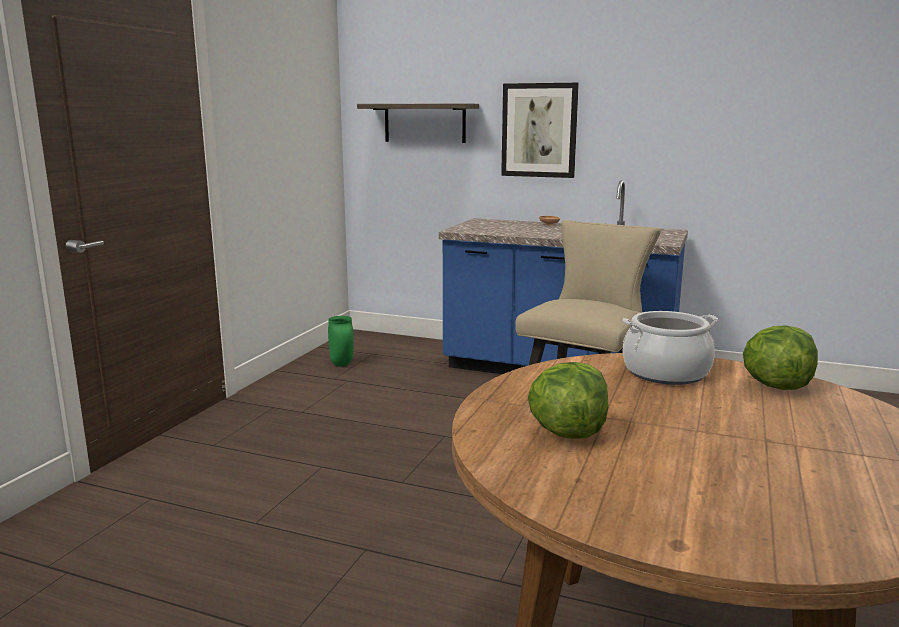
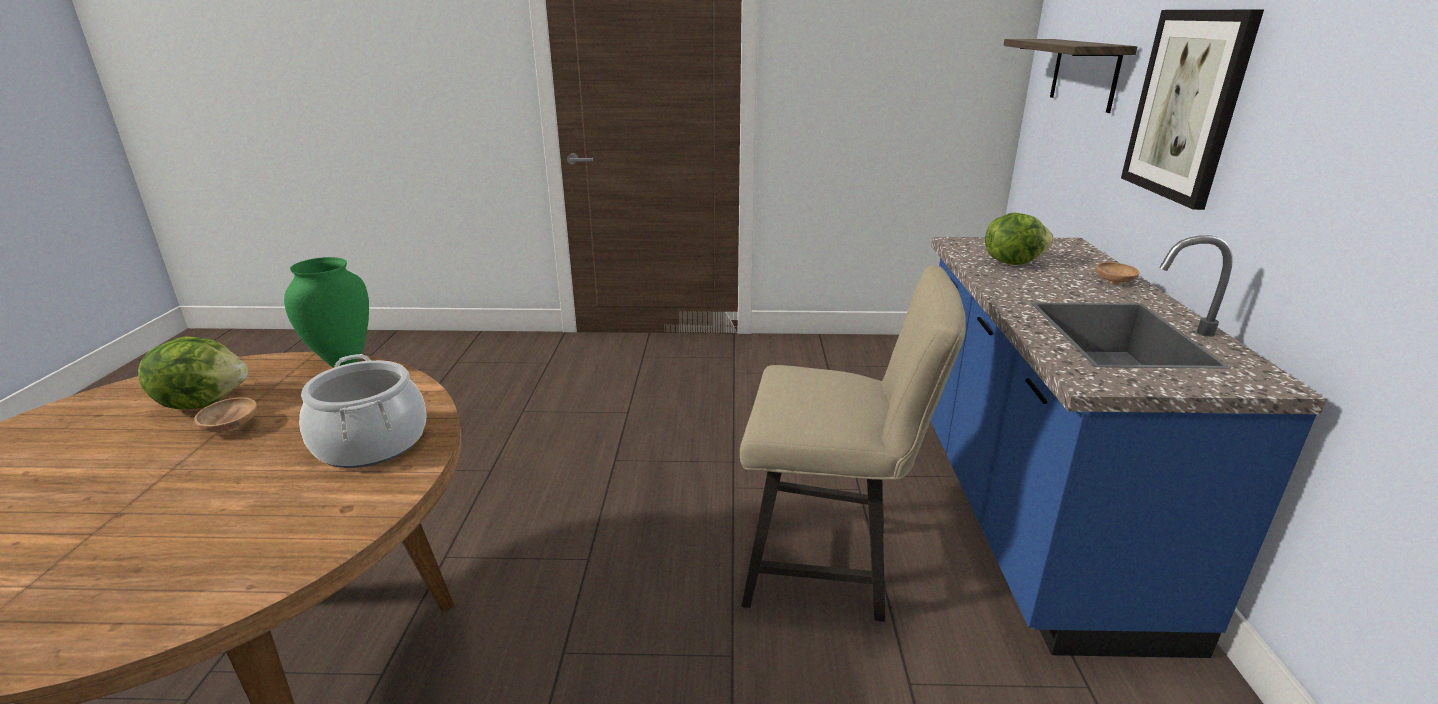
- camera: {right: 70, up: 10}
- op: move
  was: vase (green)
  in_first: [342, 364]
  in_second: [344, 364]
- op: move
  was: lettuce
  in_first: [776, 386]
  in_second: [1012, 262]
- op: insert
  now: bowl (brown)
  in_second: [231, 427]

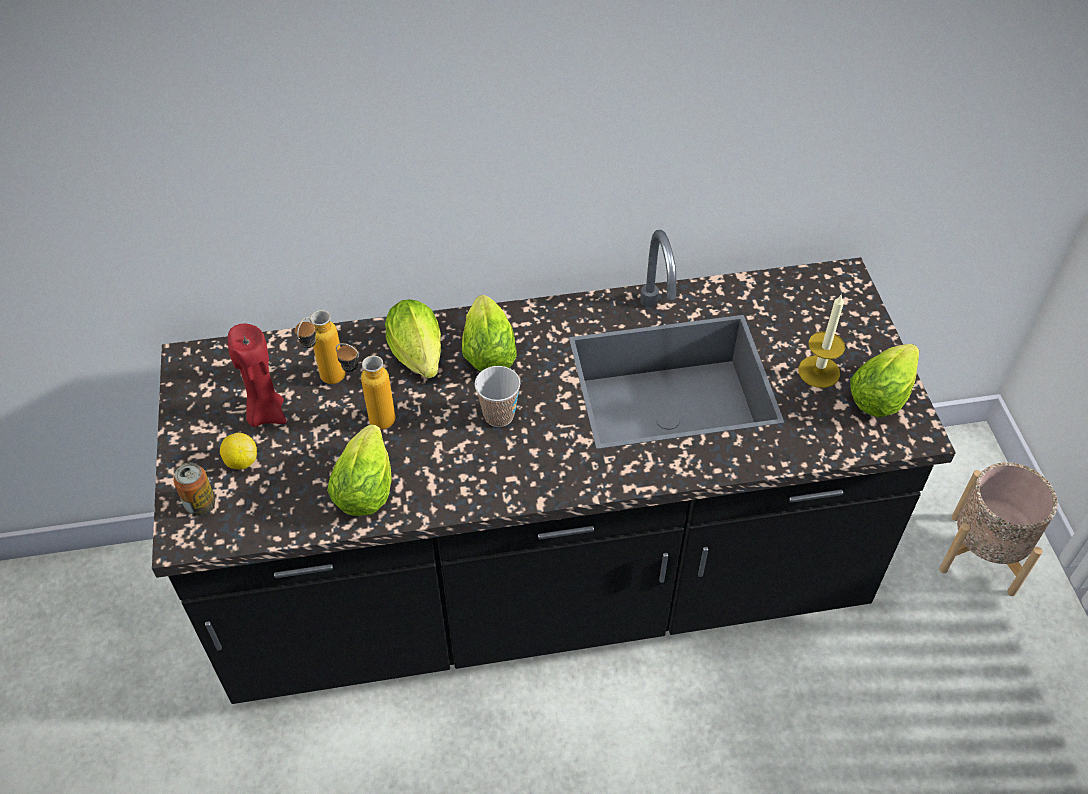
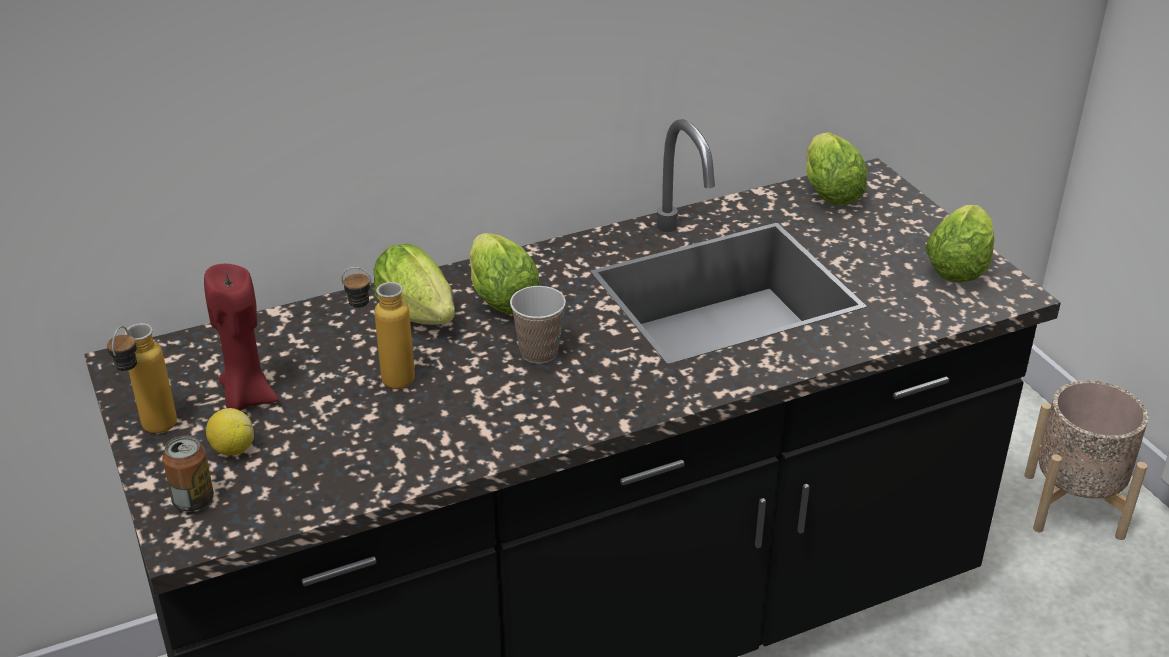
- camera: {right: -15, up: -15}
- op: delete
  was: candle
  in_first: [819, 371]
- op: move
  was: bottle
  in_first: [327, 383]
  in_second: [153, 433]
- op: move
  was: lettuce
  in_first: [366, 484]
  in_second: [828, 190]

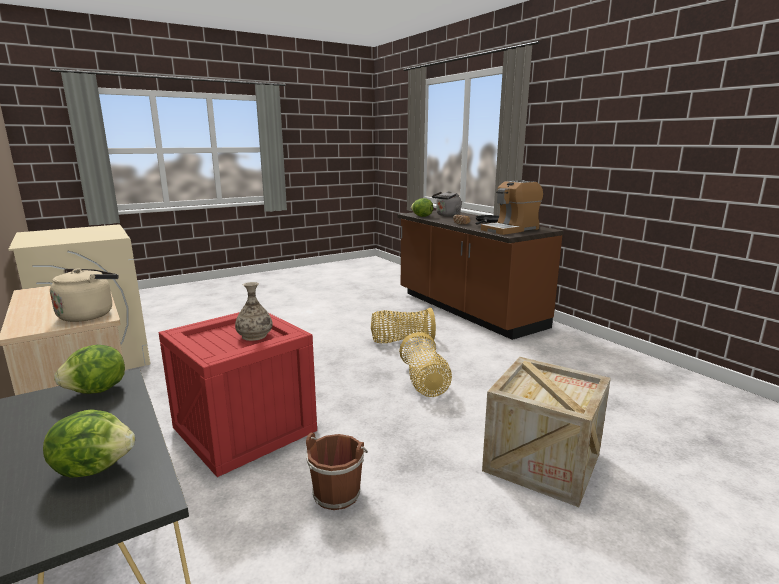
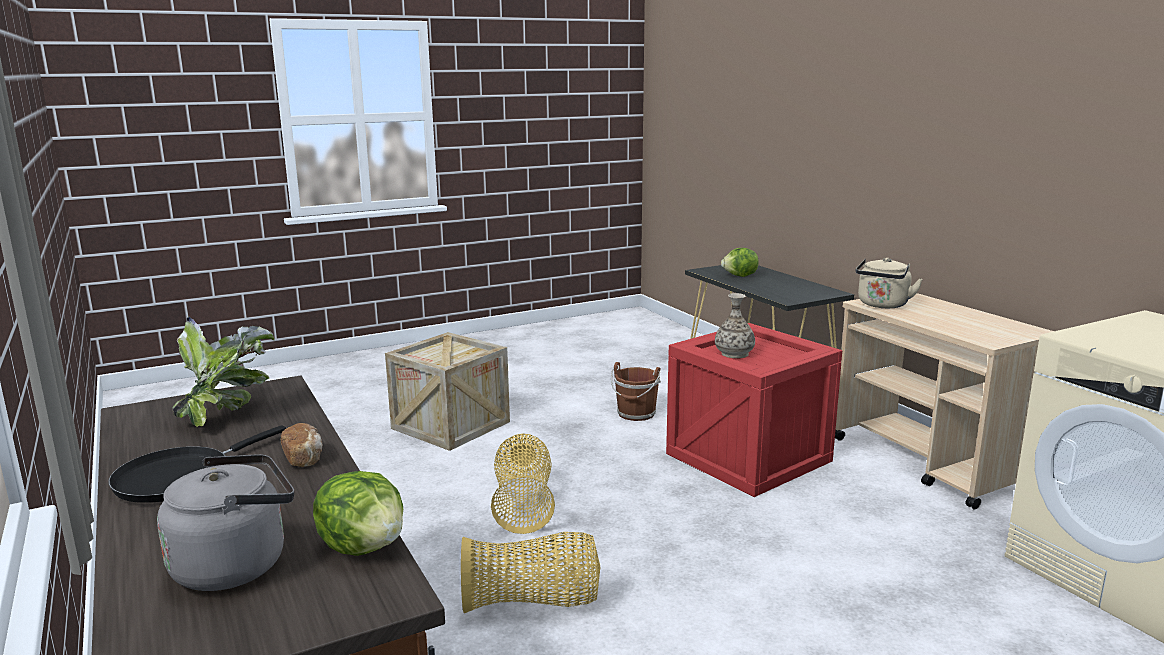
- camera: {right: -175, up: 0}
- op: replace
  was: coffee machine
  now: potted plant
  in_first: [511, 229]
  in_second: [227, 412]
- op: delete
  was: lettuce
  in_first: [97, 391]

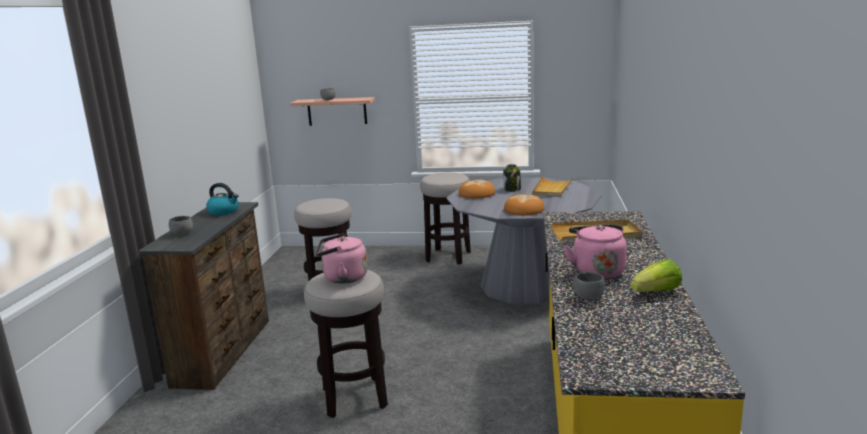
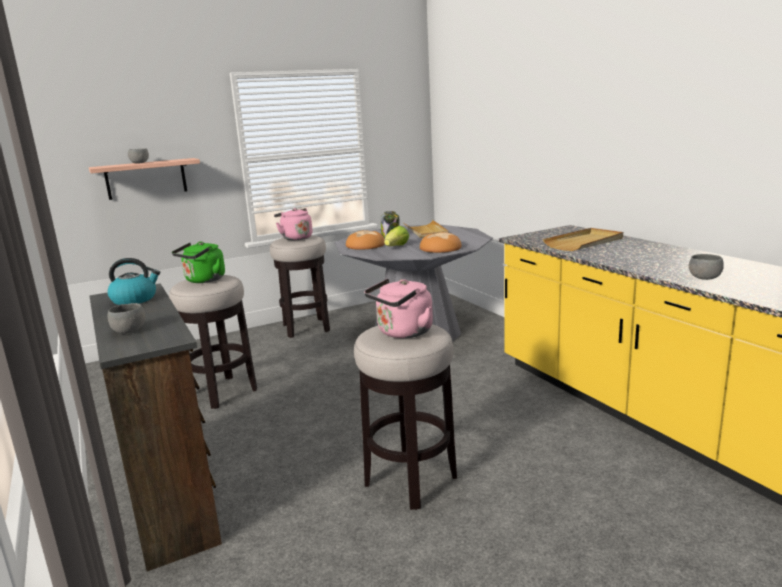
- camera: {right: -35, up: 0}
- op: move
  was: kettle (pink)
  in_first: [597, 271]
  in_second: [295, 238]
- op: move
  was: lettuce
  in_first: [657, 292]
  in_second: [396, 247]
- op: insert
  now: kettle (green)
  in_second: [203, 280]

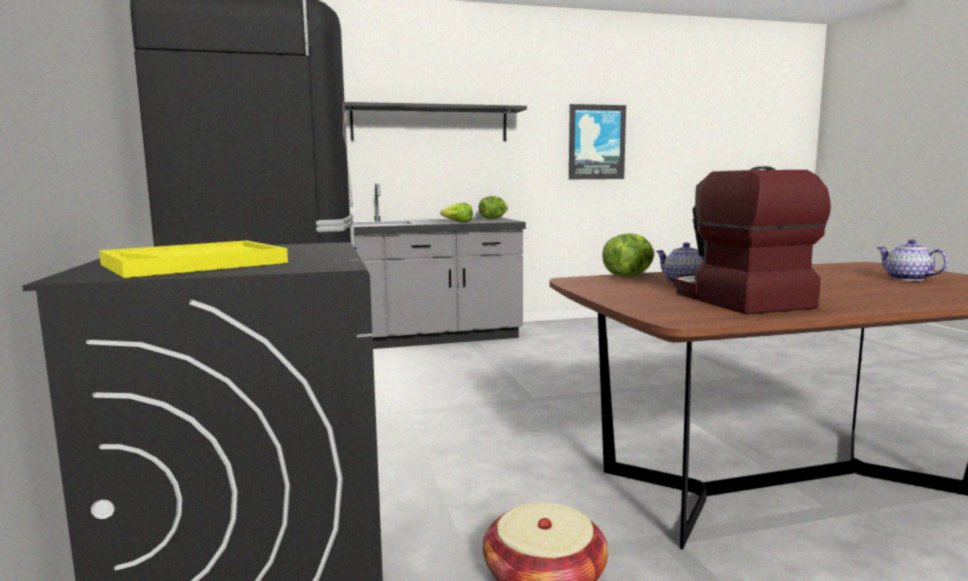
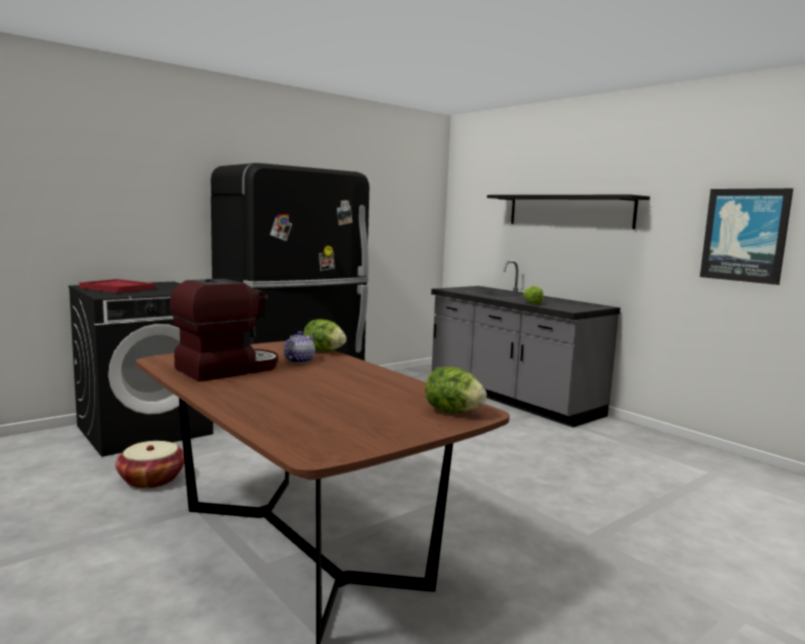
- camera: {right: 65, up: 0}
- op: move
  was: lettuce
  in_first: [493, 218]
  in_second: [453, 412]
- op: delete
  was: teapot
  in_first: [907, 279]
- op: recolor
  was: tray (yellow)
  now: tray (red)
  in_first: [195, 263]
  in_second: [118, 288]

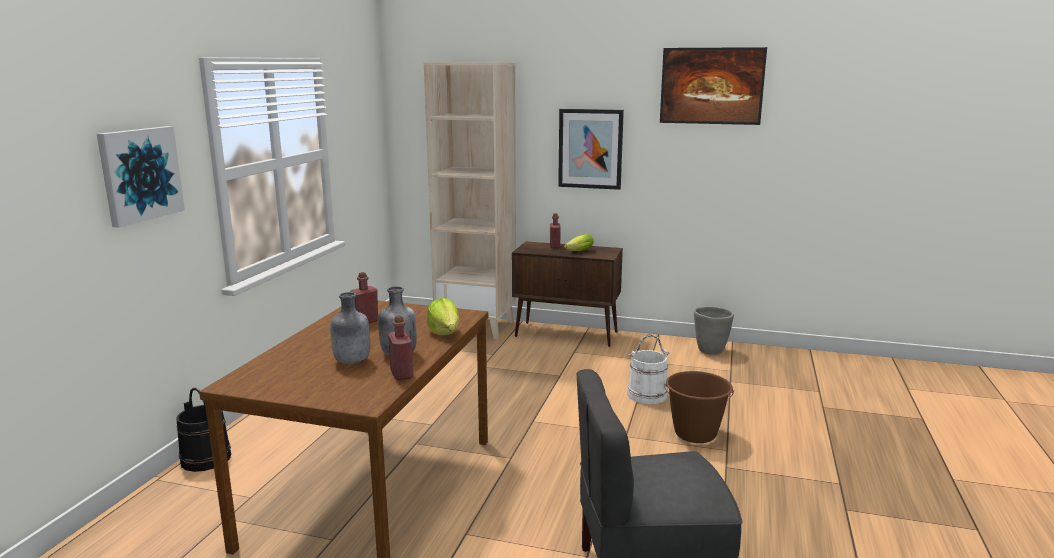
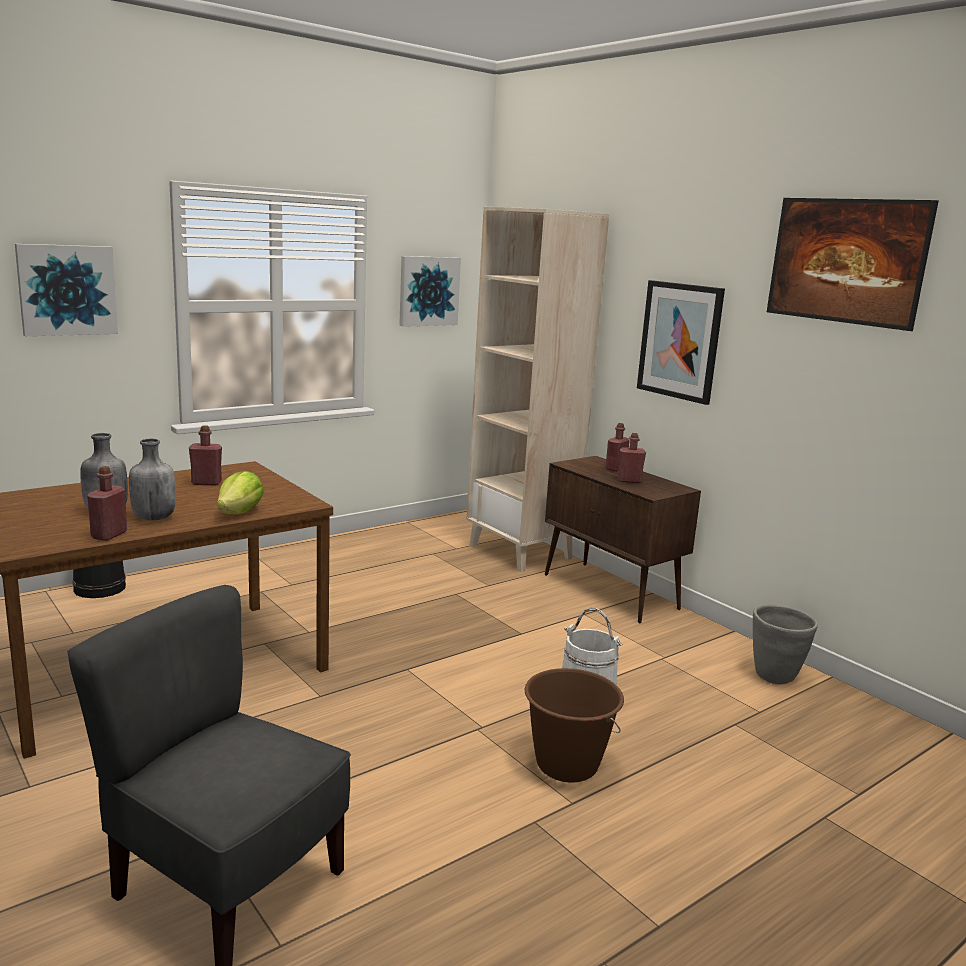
- camera: {right: 35, up: 0}
- op: replace
  was: lettuce
  now: bottle (red)
  in_first: [578, 251]
  in_second: [629, 481]
- op: insert
  now: picture
  in_second: [428, 291]

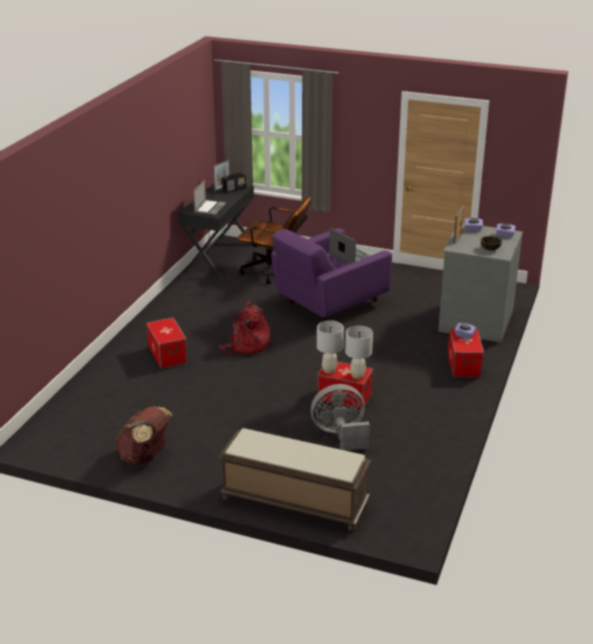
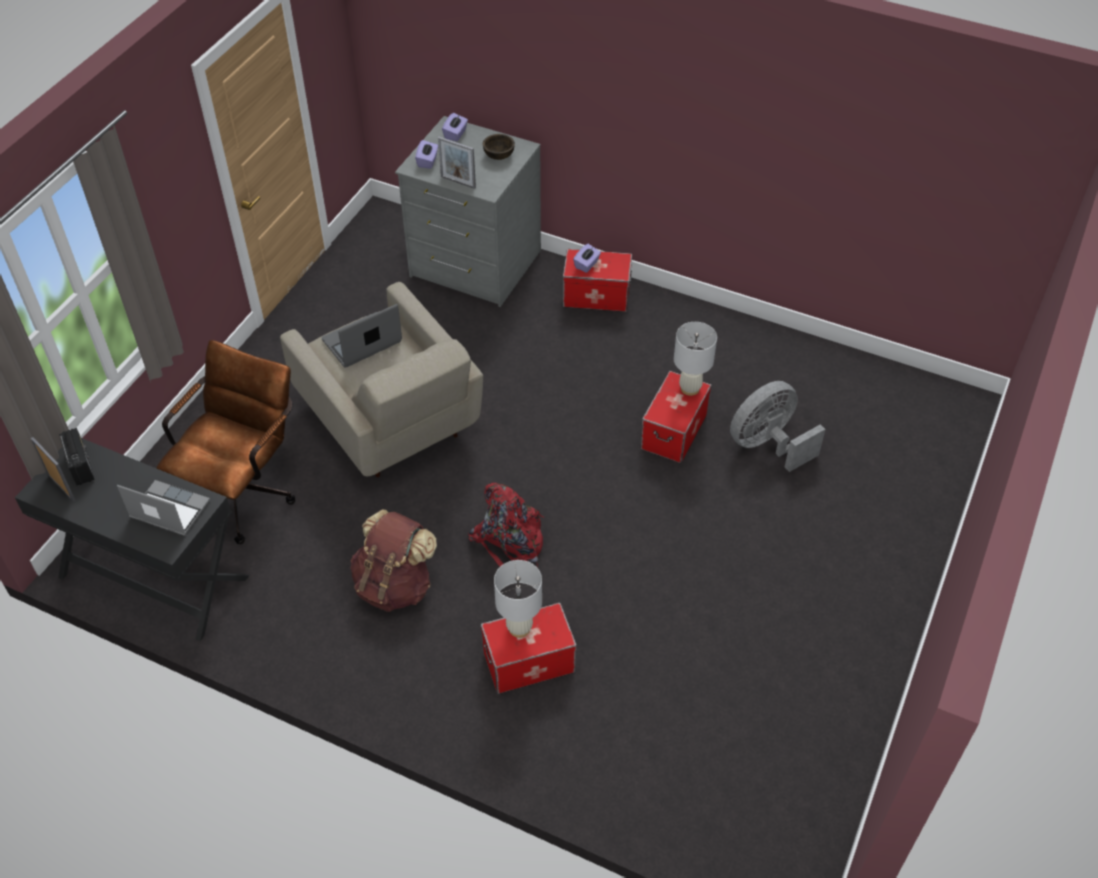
- camera: {right: -85, up: 20}
- op: recolor
  was: armchair (purple)
  now: armchair (beige)
  in_first: [329, 305]
  in_second: [391, 424]
- op: move
  was: table lamp (white)
  in_first: [329, 370]
  in_second: [519, 628]
- op: rotate
  was: fan (grey)
  in_first: [340, 435]
  in_second: [767, 445]
  clockwise: 60
- op: move
  was: backpack (brown)
  in_first: [145, 456]
  in_second: [395, 585]
- op: delete
  was: bench (brown)
  in_first: [293, 502]

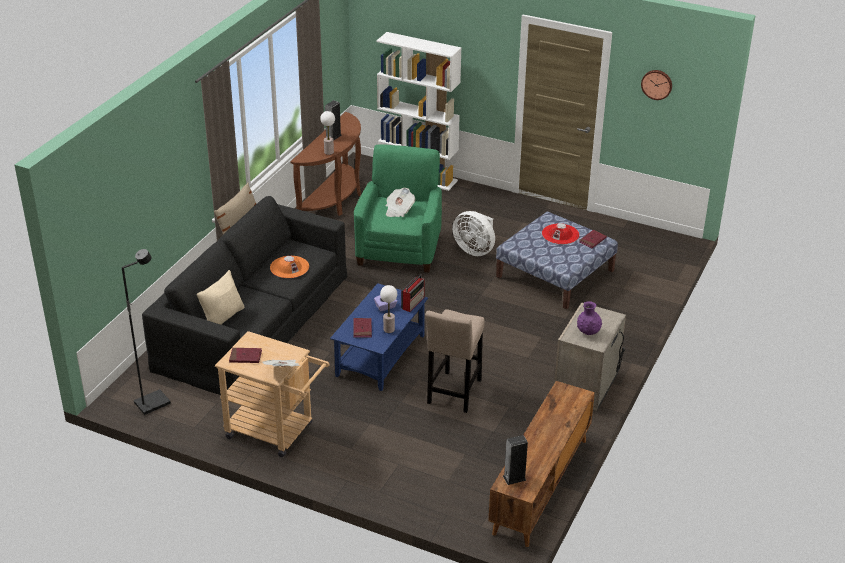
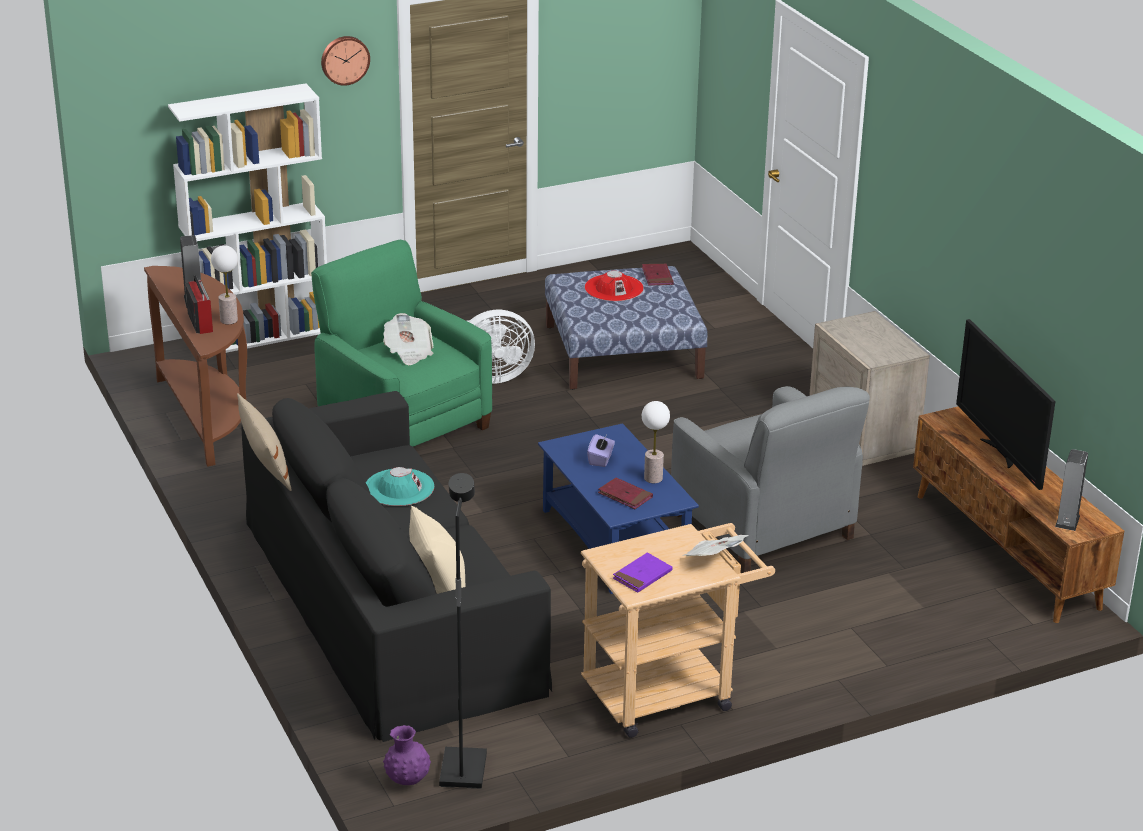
- camera: {right: -50, up: -5}
- op: move
  was: wall clock
  in_first: [657, 84]
  in_second: [344, 59]
- op: recolor
  was: hat (orange)
  now: hat (turquoise)
  in_first: [289, 267]
  in_second: [399, 488]
- op: move
  was: radio
  in_first: [413, 302]
  in_second: [200, 322]
- op: move
  was: vase (purple)
  in_first: [588, 332]
  in_second: [407, 780]
- op: replace
  was: stool (beige)
  now: armchair (grey)
  in_first: [453, 394]
  in_second: [764, 527]
- op: recolor
  was: book (red)
  now: book (purple)
  in_first: [245, 357]
  in_second: [642, 575]
- op: insert
  now: television
  in_second: [1000, 453]

